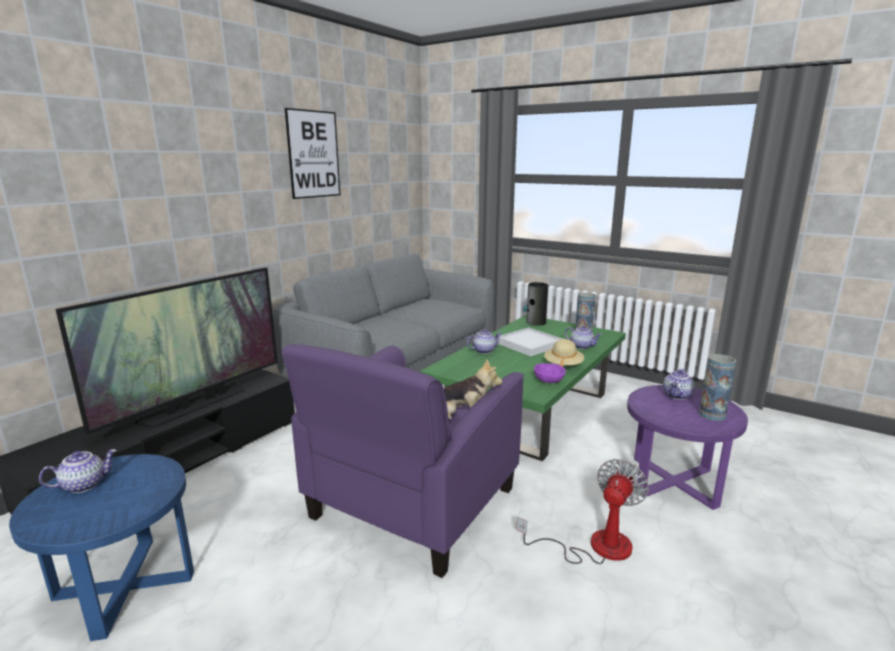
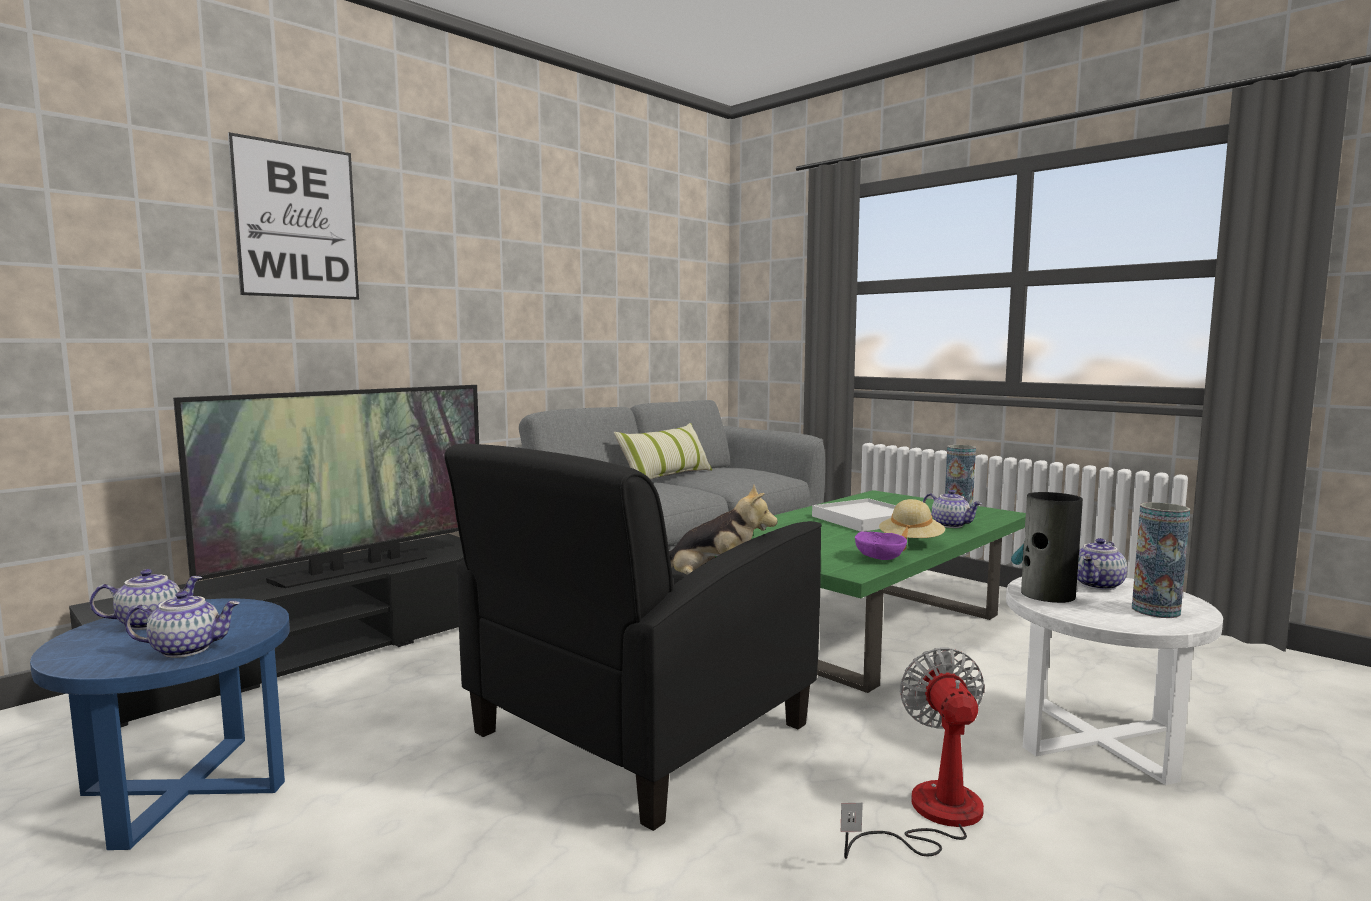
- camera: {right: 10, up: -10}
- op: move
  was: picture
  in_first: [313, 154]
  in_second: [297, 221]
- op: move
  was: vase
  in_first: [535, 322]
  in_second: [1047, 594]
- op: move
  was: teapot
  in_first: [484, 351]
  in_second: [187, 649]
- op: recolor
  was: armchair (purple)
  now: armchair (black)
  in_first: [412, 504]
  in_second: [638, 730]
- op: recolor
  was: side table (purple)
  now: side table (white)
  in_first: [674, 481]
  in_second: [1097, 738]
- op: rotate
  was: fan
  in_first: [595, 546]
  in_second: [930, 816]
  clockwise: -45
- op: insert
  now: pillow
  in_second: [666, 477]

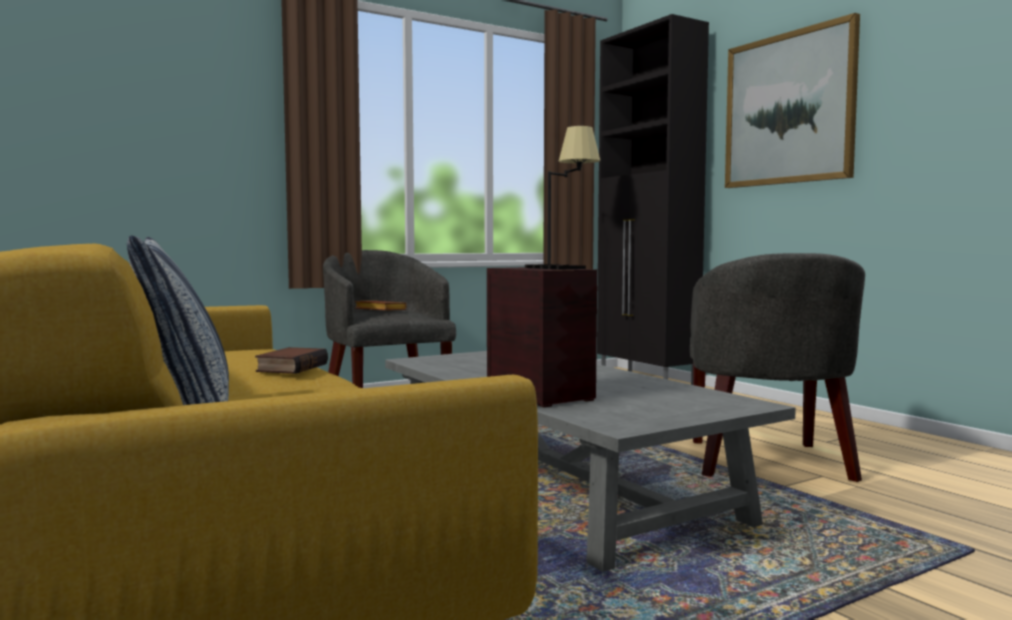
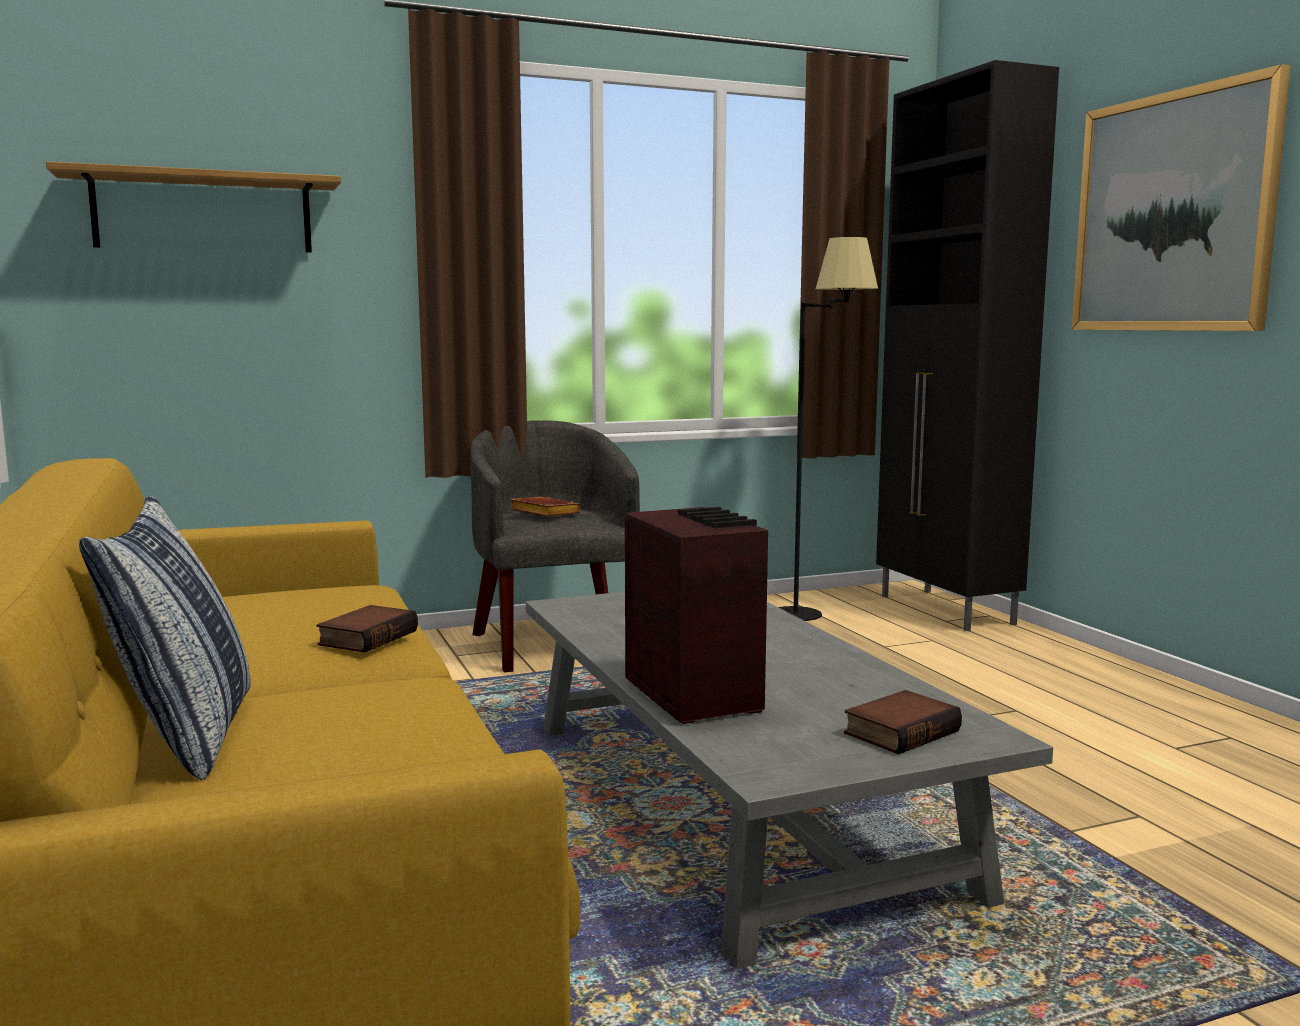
- camera: {right: 10, up: 5}
- op: delete
  was: armchair (grey)
  in_first: [766, 462]
- op: insert
  now: shelf
  in_second: [203, 214]
- op: insert
  now: book
  in_second: [900, 731]

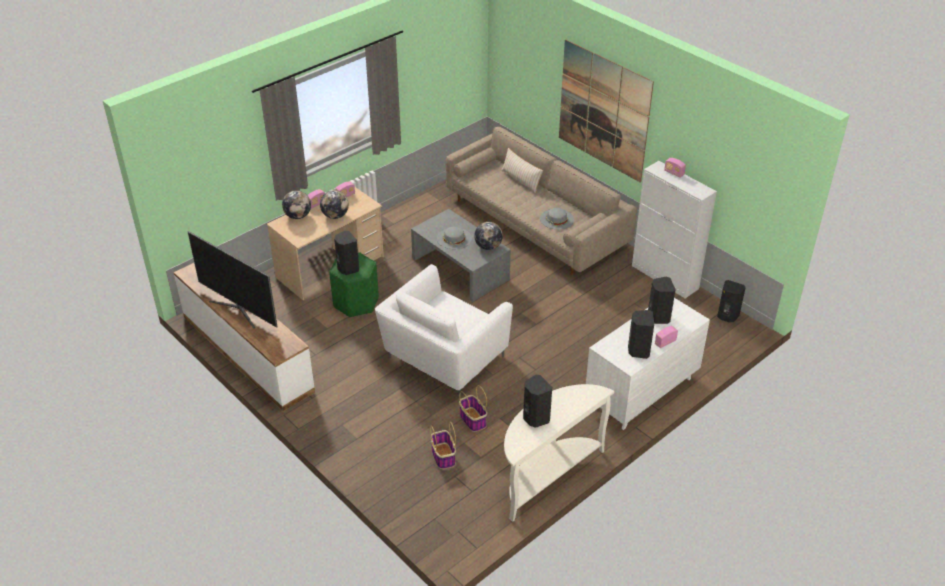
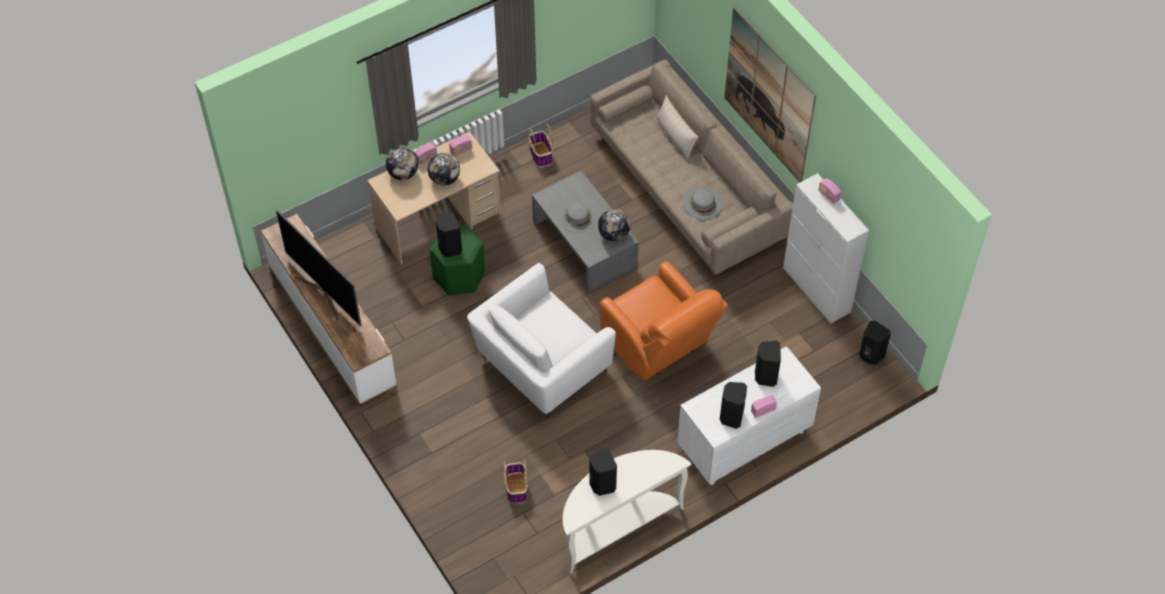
- camera: {right: 10, up: 15}
- op: move
  was: basket
  in_first: [472, 419]
  in_second: [540, 154]
- op: insert
  now: armchair (orange)
  in_second: [659, 346]

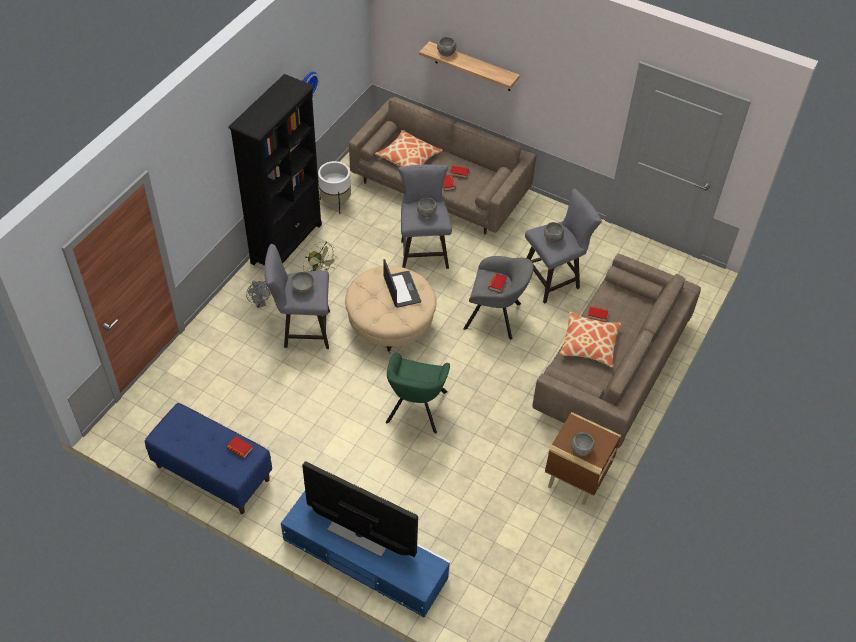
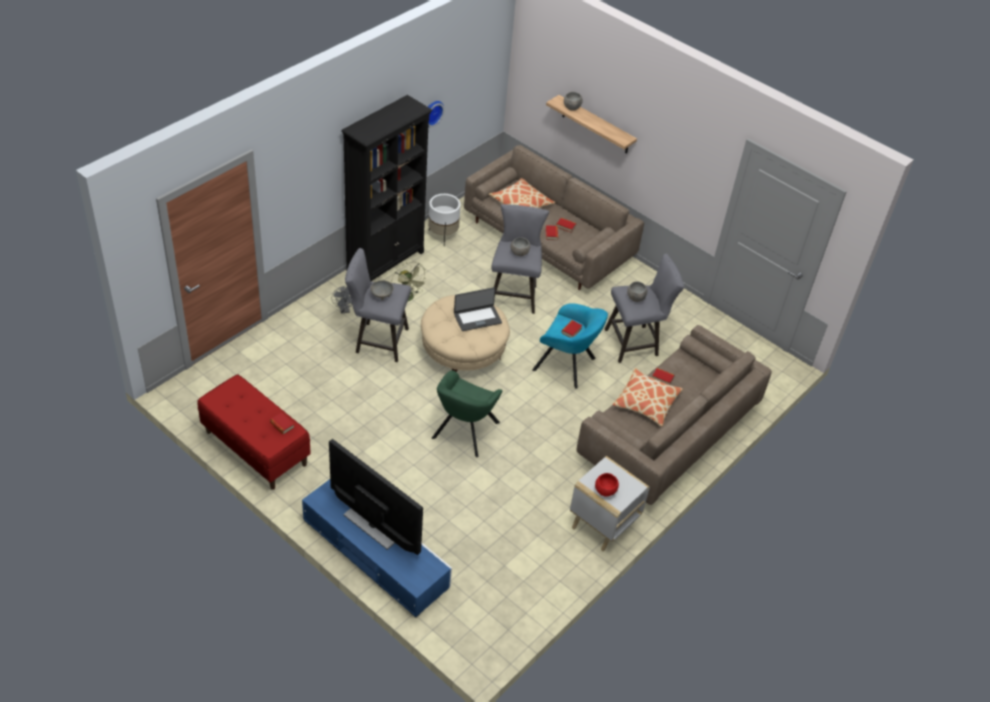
- camera: {right: 10, up: -5}
- op: recolor
  was: armchair (grey)
  now: armchair (turquoise)
  in_first: [496, 317]
  in_second: [567, 365]
- op: rotate
  was: laptop
  in_first: [401, 289]
  in_second: [477, 318]
  clockwise: 75
- op: recolor
  was: bench (blue)
  now: bench (red)
  in_first: [212, 473]
  in_second: [255, 448]
- op: recolor
  was: side table (brown)
  now: side table (white)
  in_first: [576, 477]
  in_second: [602, 525]
- op: recolor
  was: bowl (grey)
  now: bowl (red)
  in_first: [581, 449]
  in_second: [605, 491]

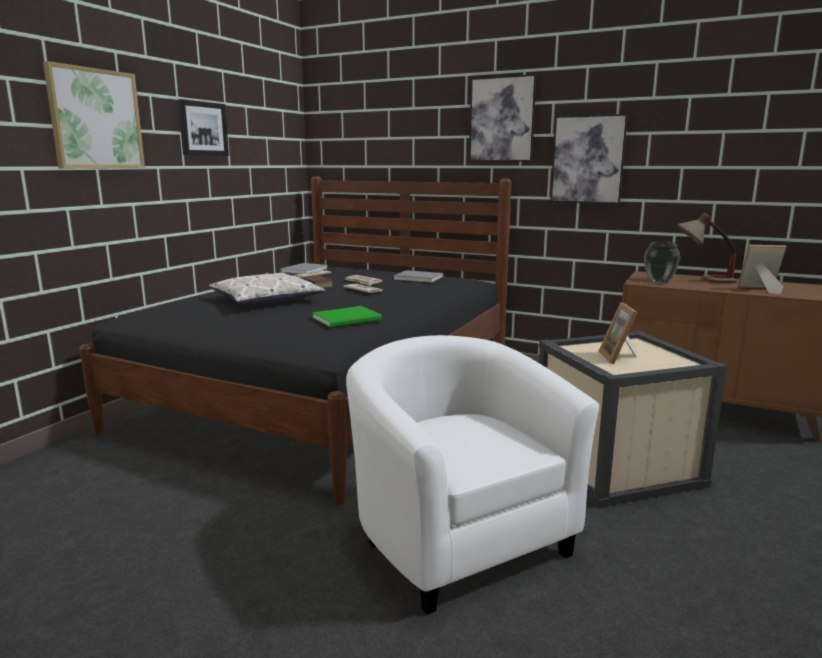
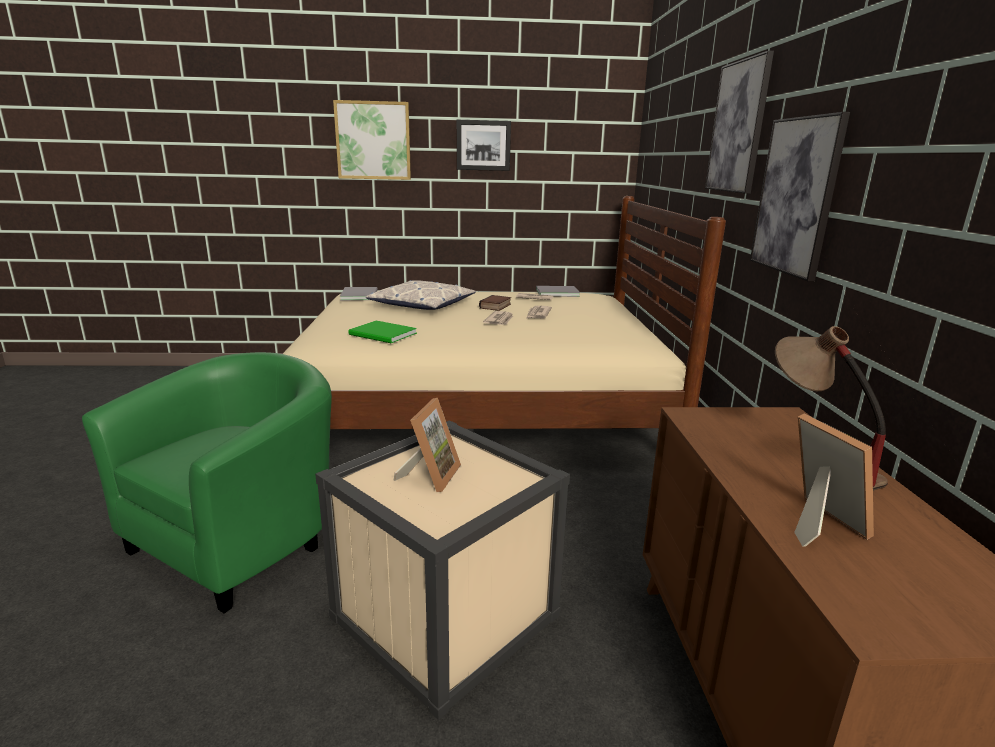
- camera: {right: 60, up: 5}
- op: recolor
  was: bed (black)
  now: bed (beige)
  in_first: [328, 395]
  in_second: [479, 413]
- op: delete
  was: vase
  in_first: [659, 284]
- op: move
  was: book (grey)
  in_first: [417, 278]
  in_second: [360, 295]
- op: rotate
  was: picture frame
  in_first: [620, 358]
  in_second: [430, 475]
  clockwise: 135
- op: recolor
  was: armchair (white)
  now: armchair (green)
  in_first: [457, 537]
  in_second: [241, 540]

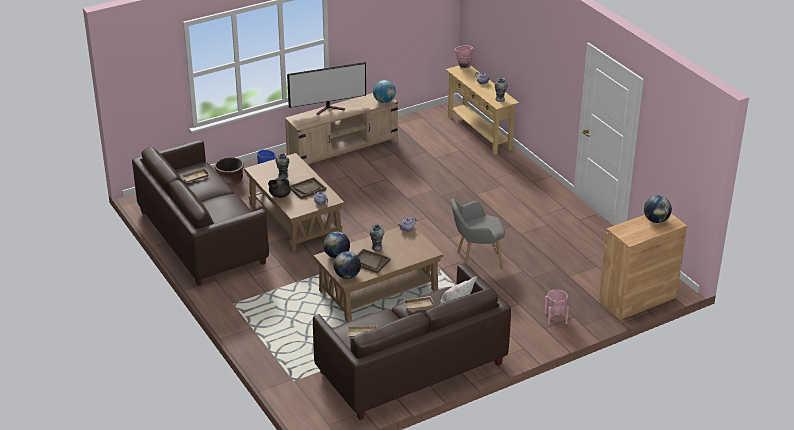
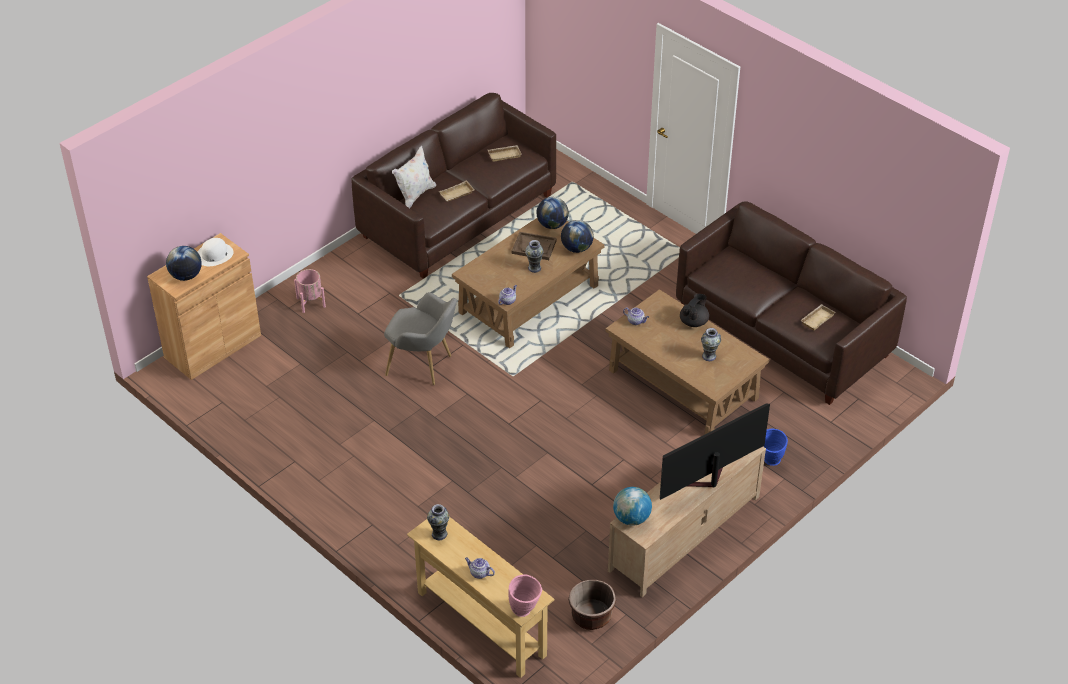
- camera: {right: 165, up: 10}
- op: move
  was: planter (brown)
  in_first: [230, 180]
  in_second: [591, 616]
- op: delete
  was: tray (brown)
  in_first: [307, 189]
- op: rotate
  was: armchair (grey)
  in_first: [476, 260]
  in_second: [423, 366]
  clockwise: 45
- op: insert
  now: hat (white)
  in_second: [214, 255]

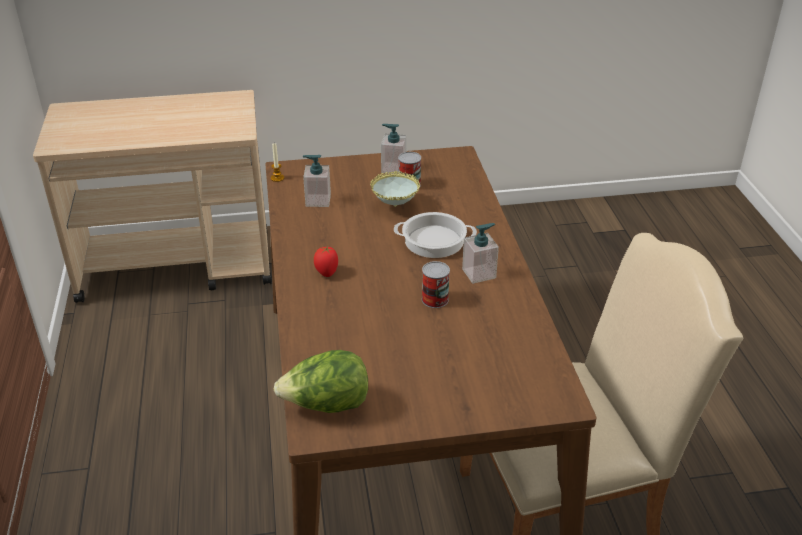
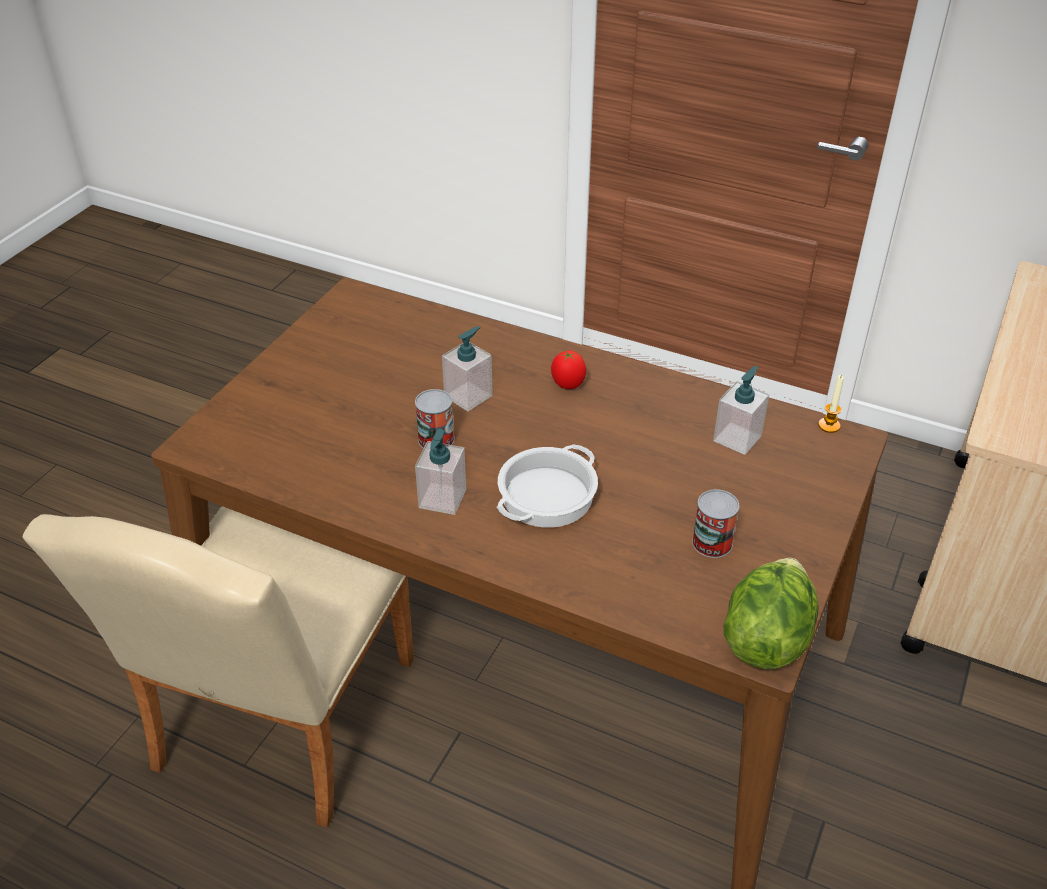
- camera: {right: 125, up: 5}
- op: move
  was: soap dispenser
  in_first: [393, 168]
  in_second: [468, 396]
- op: delete
  was: bowl
  in_first: [395, 206]
- op: move
  was: lettuce
  in_first: [326, 405]
  in_second: [766, 637]

